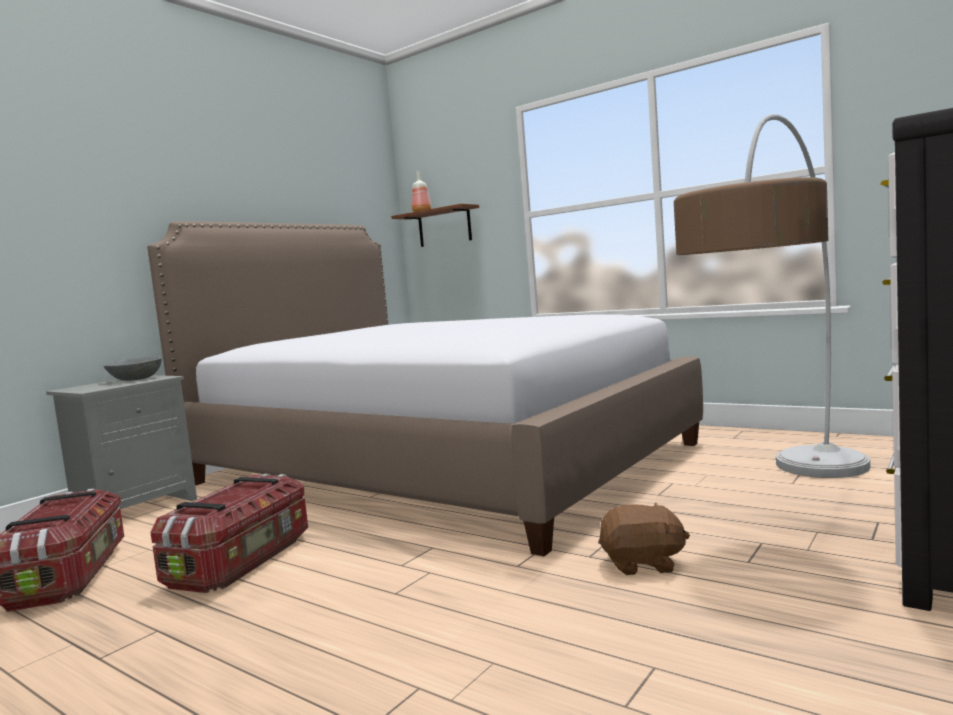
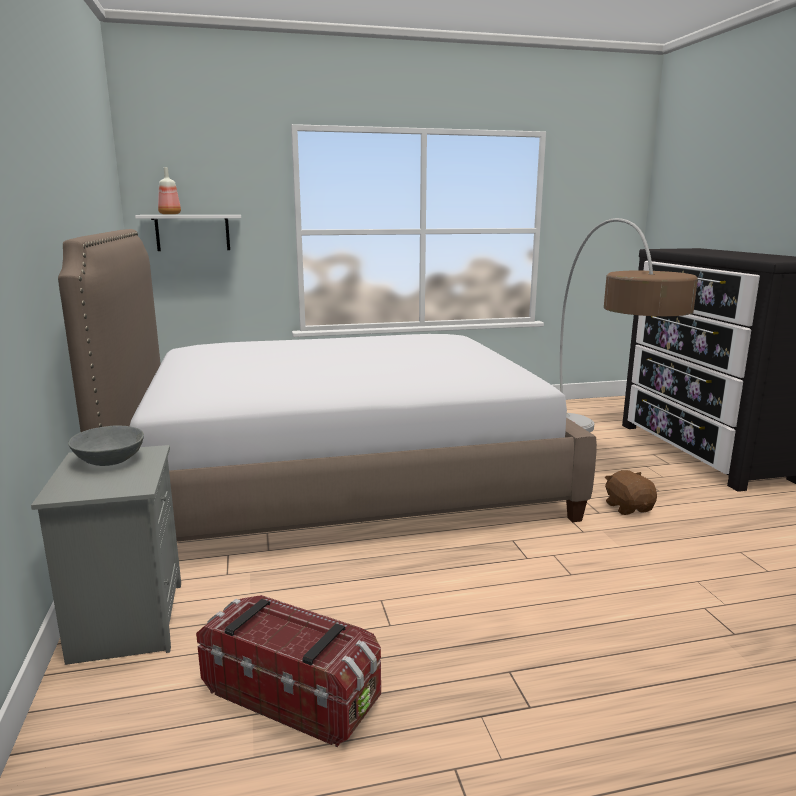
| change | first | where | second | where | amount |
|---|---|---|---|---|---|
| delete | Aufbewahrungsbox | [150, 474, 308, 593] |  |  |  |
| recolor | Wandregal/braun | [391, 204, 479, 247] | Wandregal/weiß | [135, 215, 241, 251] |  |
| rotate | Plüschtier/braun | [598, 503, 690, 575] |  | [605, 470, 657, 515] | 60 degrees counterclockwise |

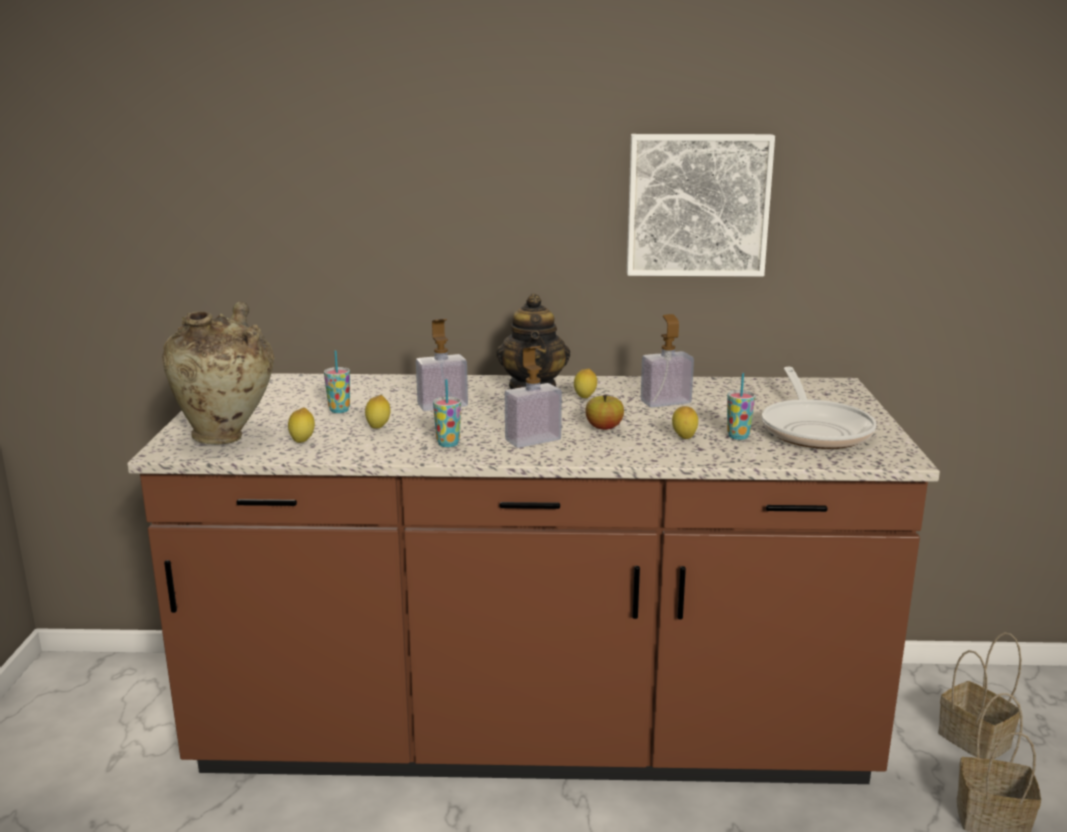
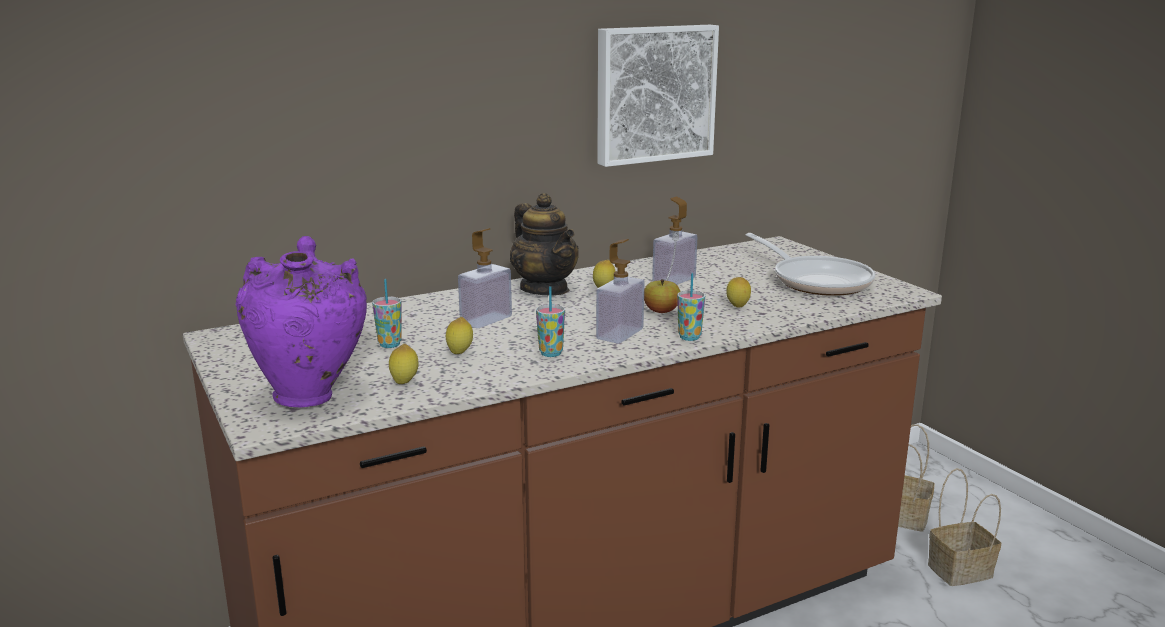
| change | first | where | second | where | amount |
|---|---|---|---|---|---|
| move | Tasse | [727, 373, 755, 440] |  | [677, 273, 705, 341] |  |
| recolor | Vase/beige | [162, 301, 274, 444] | Vase/lila | [236, 236, 367, 407] |  |

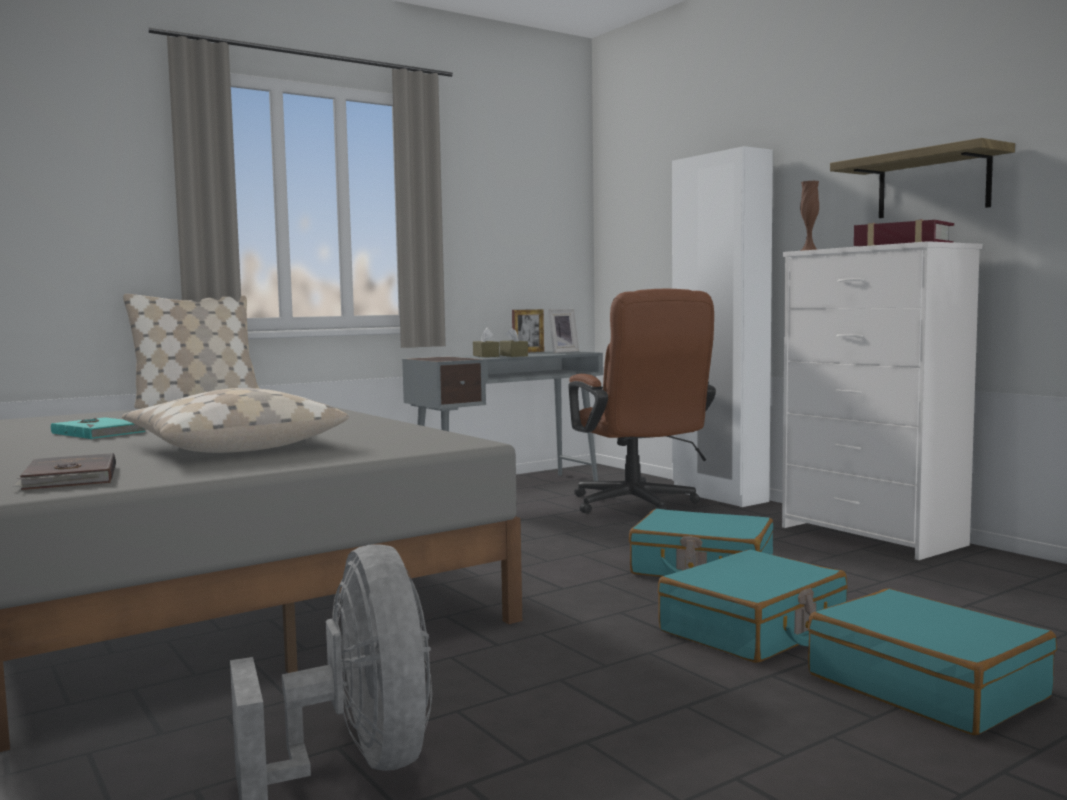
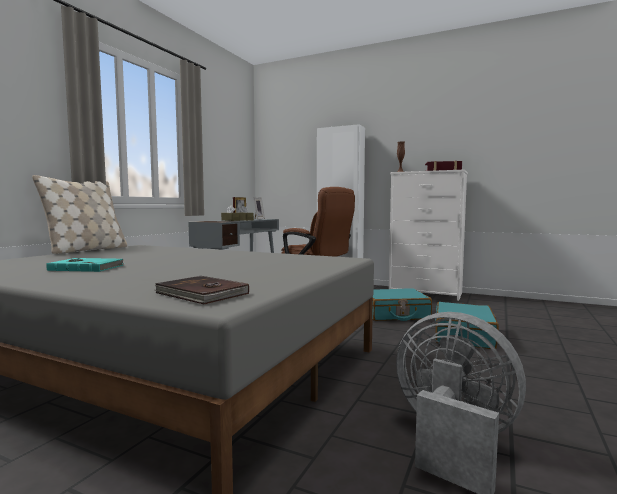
| change | first | where | second | where | amount |
|---|---|---|---|---|---|
| delete | Kissen/beige | [122, 388, 349, 453] |  |  |  |
| delete | Koffer/türkis | [808, 588, 1057, 735] |  |  |  |
| delete | Wandregal | [830, 138, 1015, 218] |  |  |  |

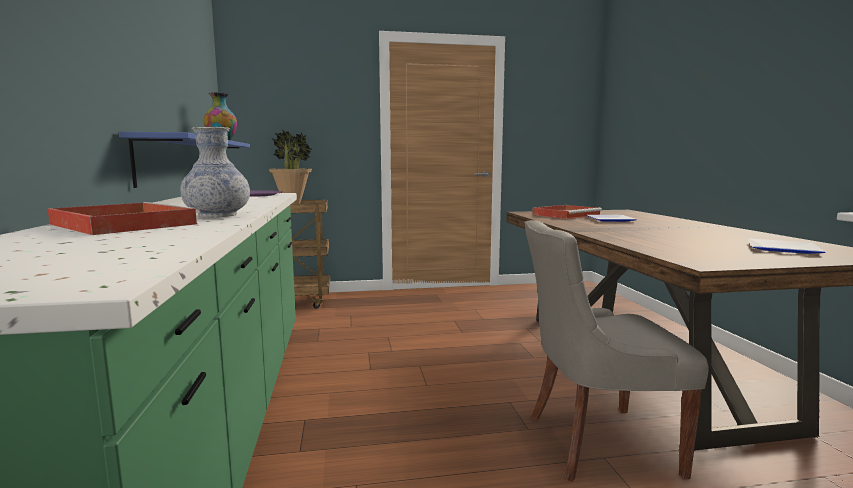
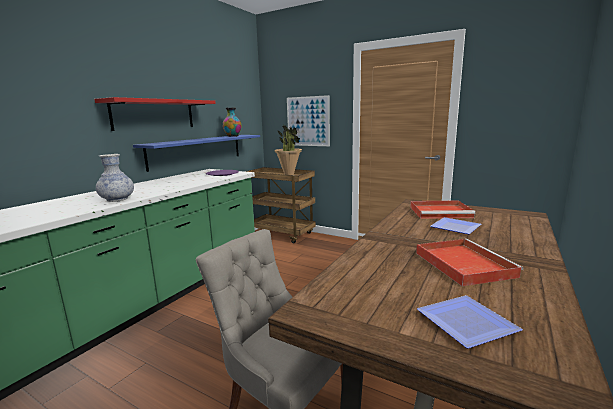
| change | first | where | second | where | amount |
|---|---|---|---|---|---|
| insert |  |  | Wandregal/rot | [94, 97, 216, 131] |  |
| insert |  |  | Bild | [287, 95, 330, 146] |  |
| move | Tablett/rot | [48, 202, 200, 235] |  | [416, 239, 524, 286] |  |

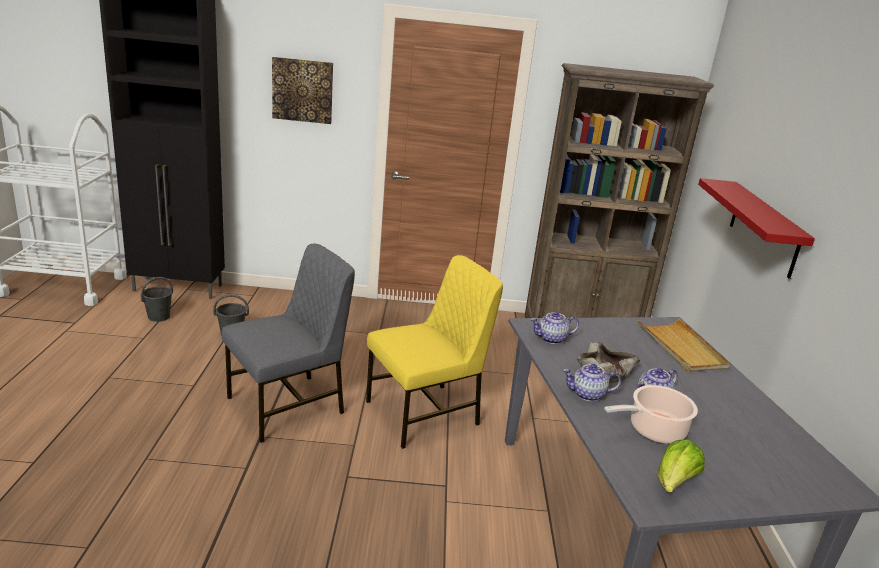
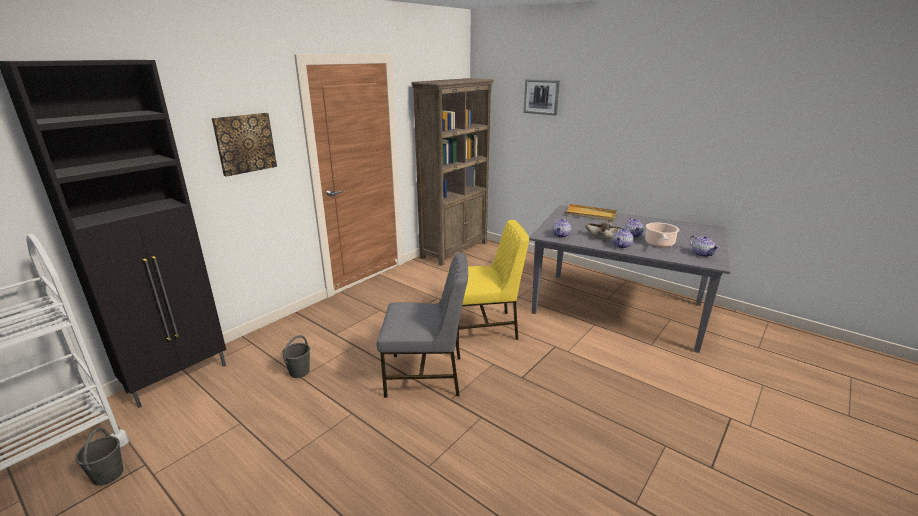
| change | first | where | second | where | amount |
|---|---|---|---|---|---|
| delete | Wandregal/rot | [698, 178, 815, 279] |  |  |  |
| insert |  |  | Bild | [524, 79, 560, 115] |  |
| move | Eimer/grau | [141, 277, 173, 322] |  | [75, 428, 123, 486] |  |
| replace | Salatkopf | [658, 440, 705, 493] | Teekanne | [690, 235, 720, 257] |  |
| rotate | Stuhl/grau | [221, 244, 355, 443] |  | [377, 252, 468, 398] | 90 degrees clockwise |
| rotate | Stuhl/gelb | [366, 255, 503, 449] |  | [448, 220, 529, 343] | 75 degrees clockwise |

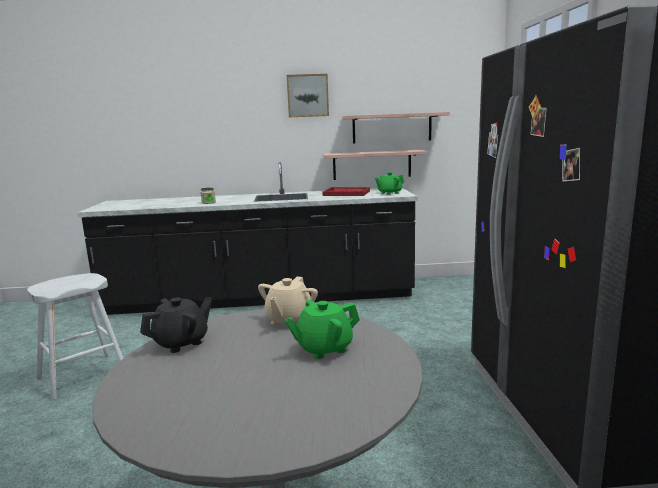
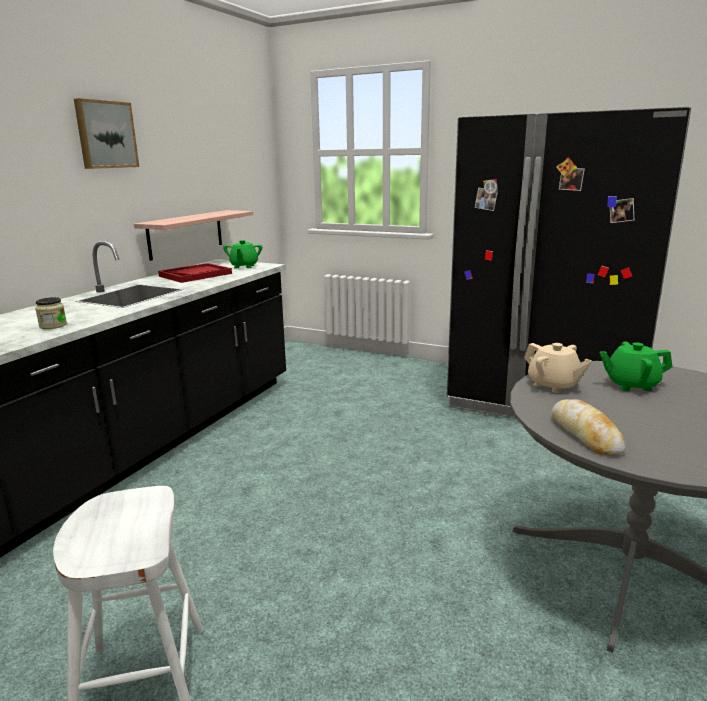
| change | first | where | second | where | amount |
|---|---|---|---|---|---|
| delete | Wandregal | [342, 112, 450, 143] |  |  |  |
| replace | Teekanne/schwarz | [140, 297, 212, 353] | Brot | [552, 399, 626, 456] |  |
| rotate | Teekanne/grün | [285, 300, 360, 359] |  | [599, 341, 672, 391] | 90 degrees clockwise |

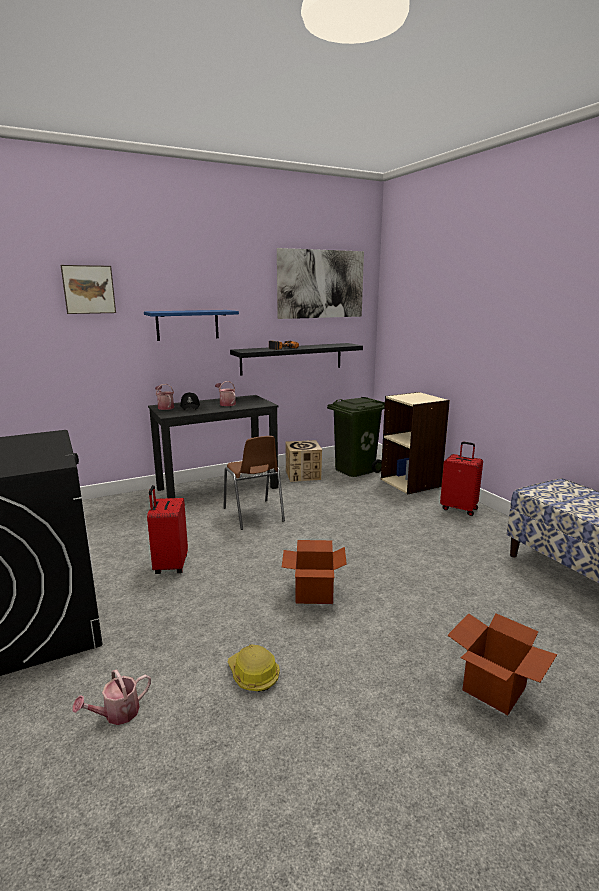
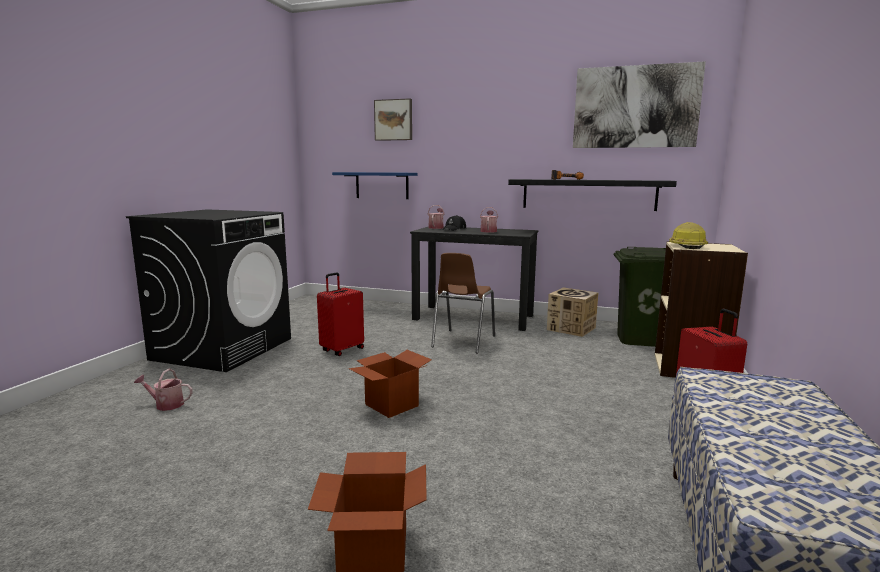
| change | first | where | second | where | amount |
|---|---|---|---|---|---|
| move | Wandregal/blau | [144, 310, 239, 341] |  | [332, 172, 417, 199] |  |
| move | Schutzhelm | [228, 644, 280, 692] |  | [669, 222, 708, 249] |  |

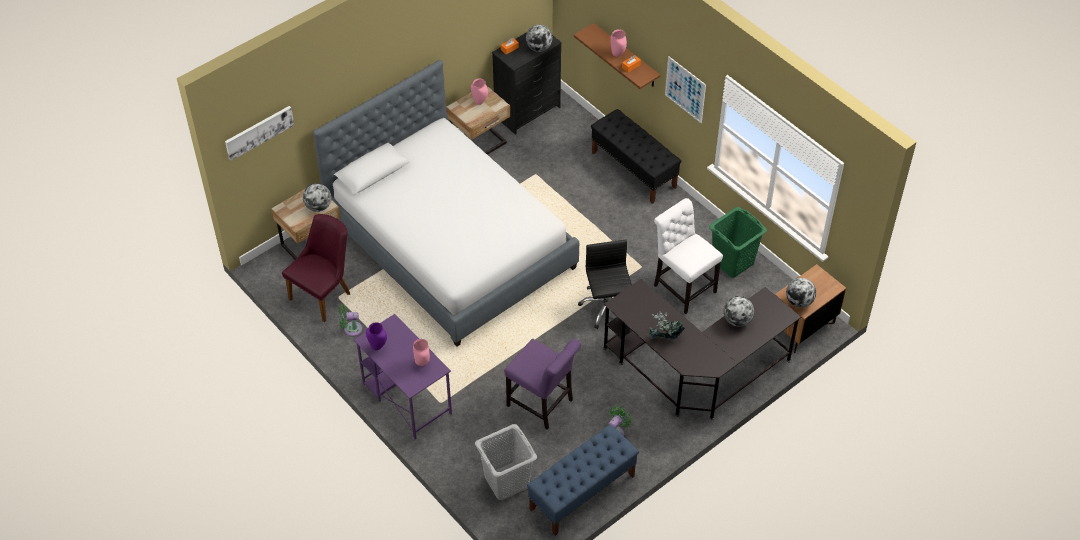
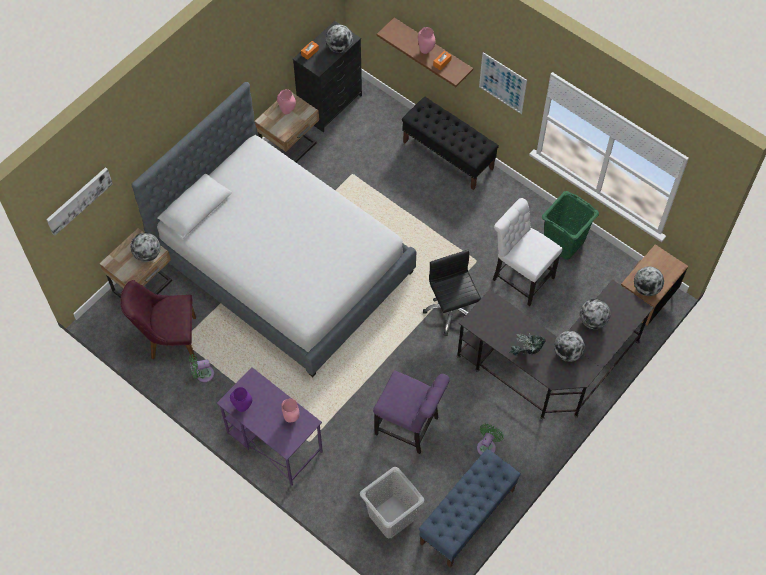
| change | first | where | second | where | amount |
|---|---|---|---|---|---|
| insert |  |  | Globus | [554, 331, 585, 362] |  |
| rotate | Stuhl/lila | [282, 214, 350, 322] |  | [120, 280, 196, 360] | 120 degrees counterclockwise |

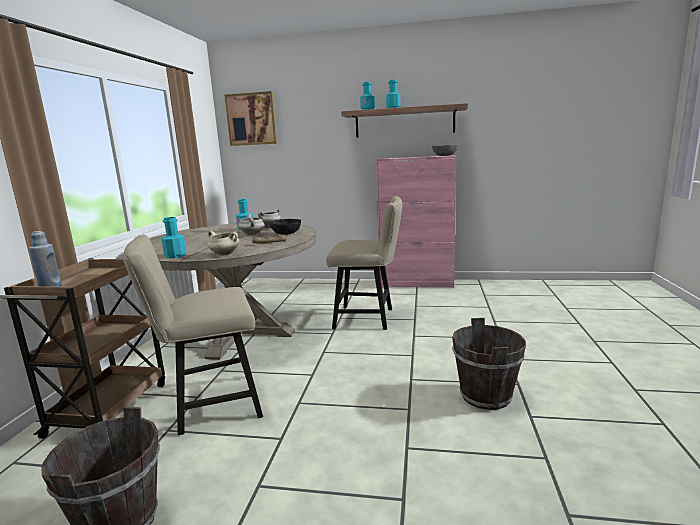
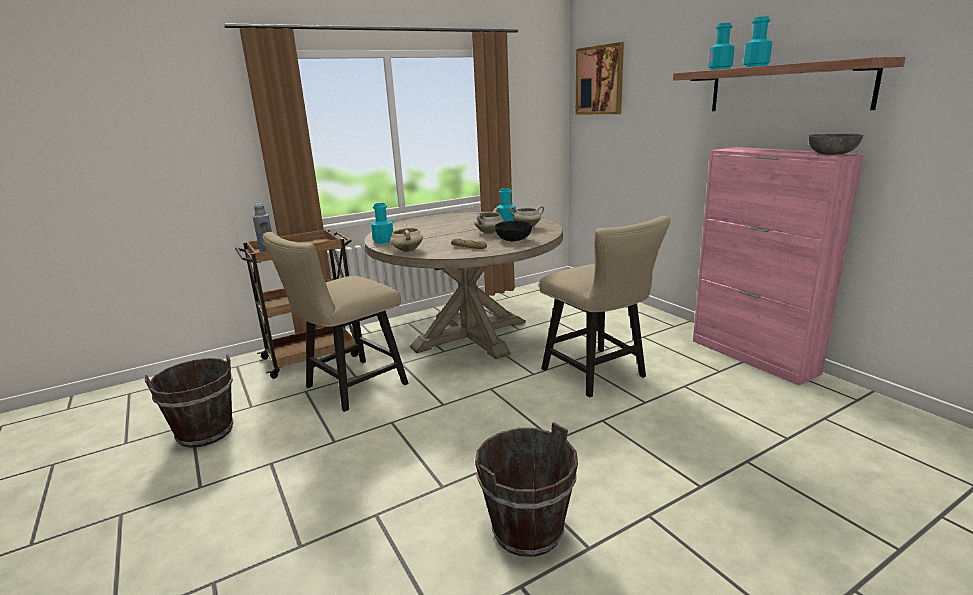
| change | first | where | second | where | amount |
|---|---|---|---|---|---|
| rotate | Stuhl/beige | [123, 235, 263, 435] |  | [262, 232, 409, 412] | 75 degrees counterclockwise |

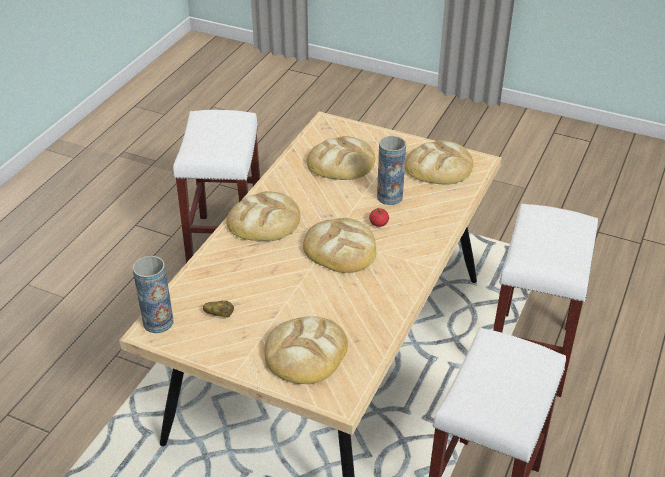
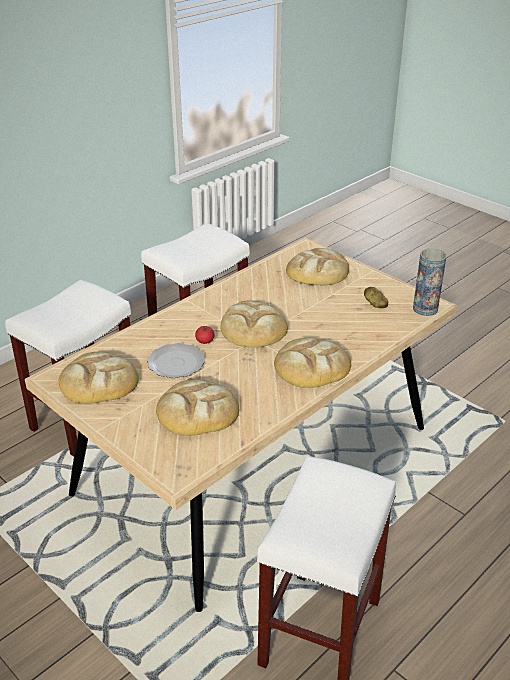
| change | first | where | second | where | amount |
|---|---|---|---|---|---|
| replace | Vase | [377, 136, 406, 205] | Teller | [147, 343, 205, 378] |  |

